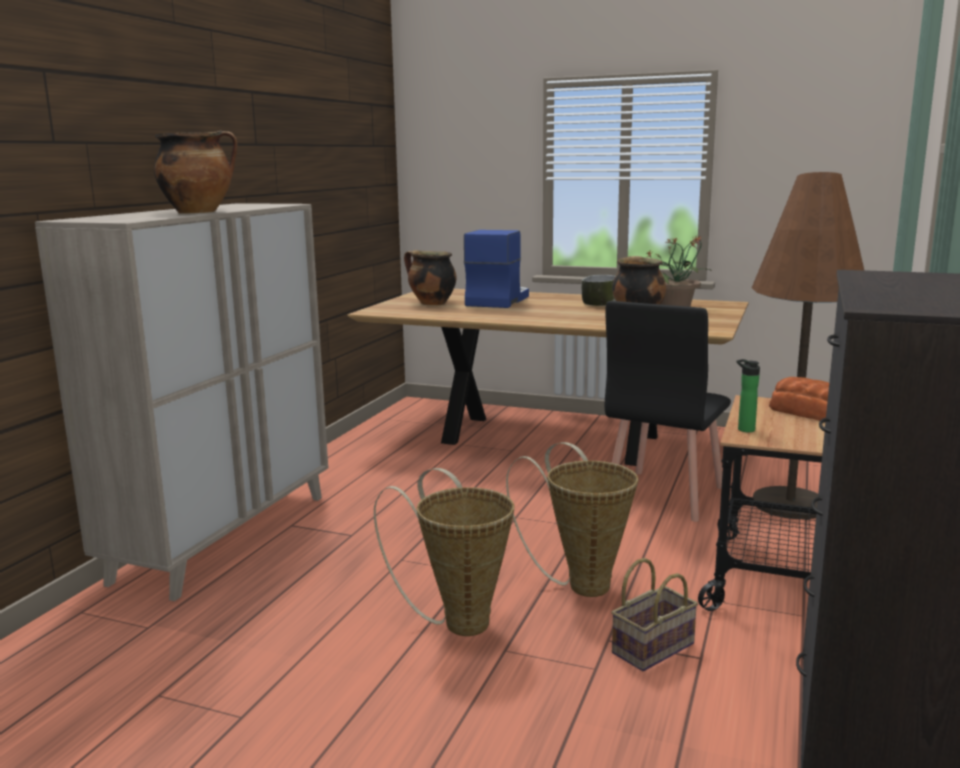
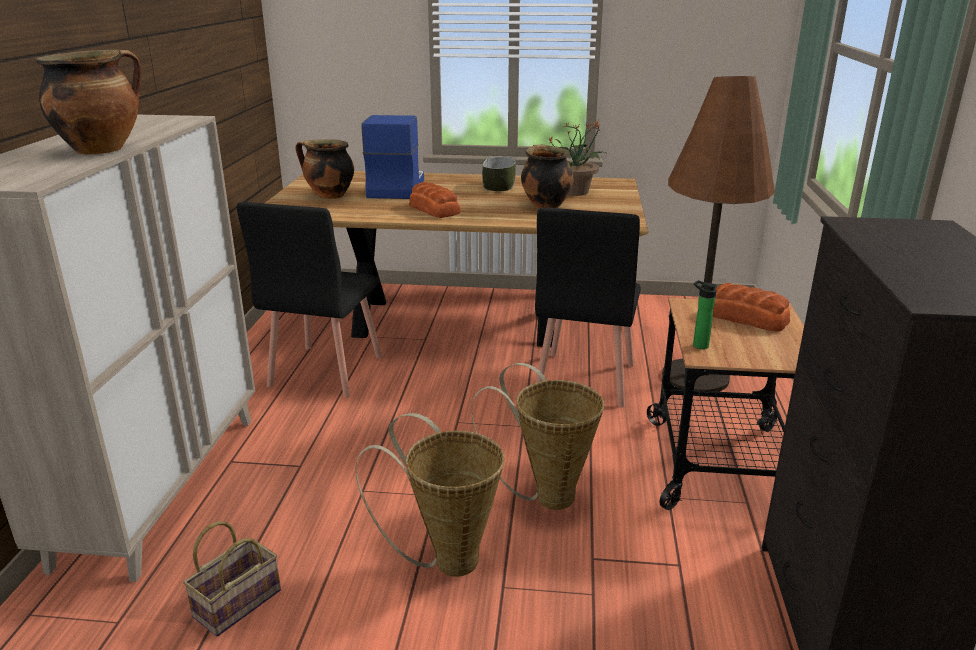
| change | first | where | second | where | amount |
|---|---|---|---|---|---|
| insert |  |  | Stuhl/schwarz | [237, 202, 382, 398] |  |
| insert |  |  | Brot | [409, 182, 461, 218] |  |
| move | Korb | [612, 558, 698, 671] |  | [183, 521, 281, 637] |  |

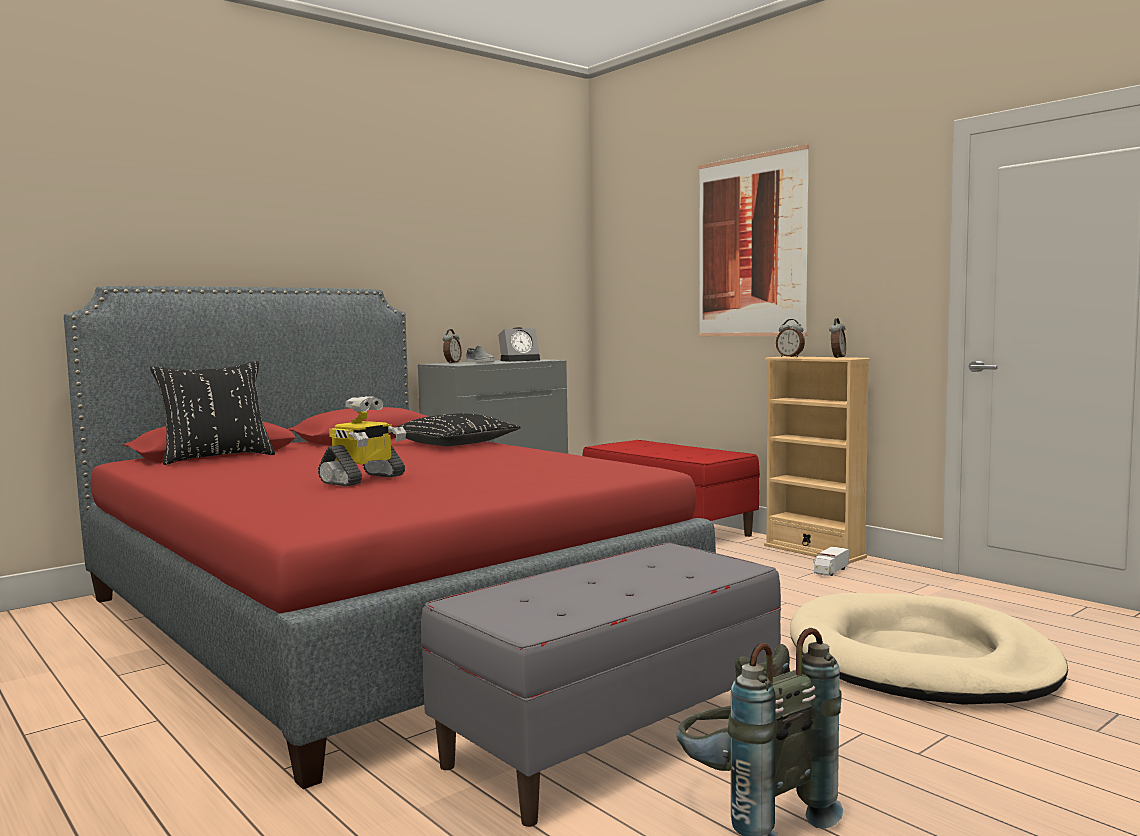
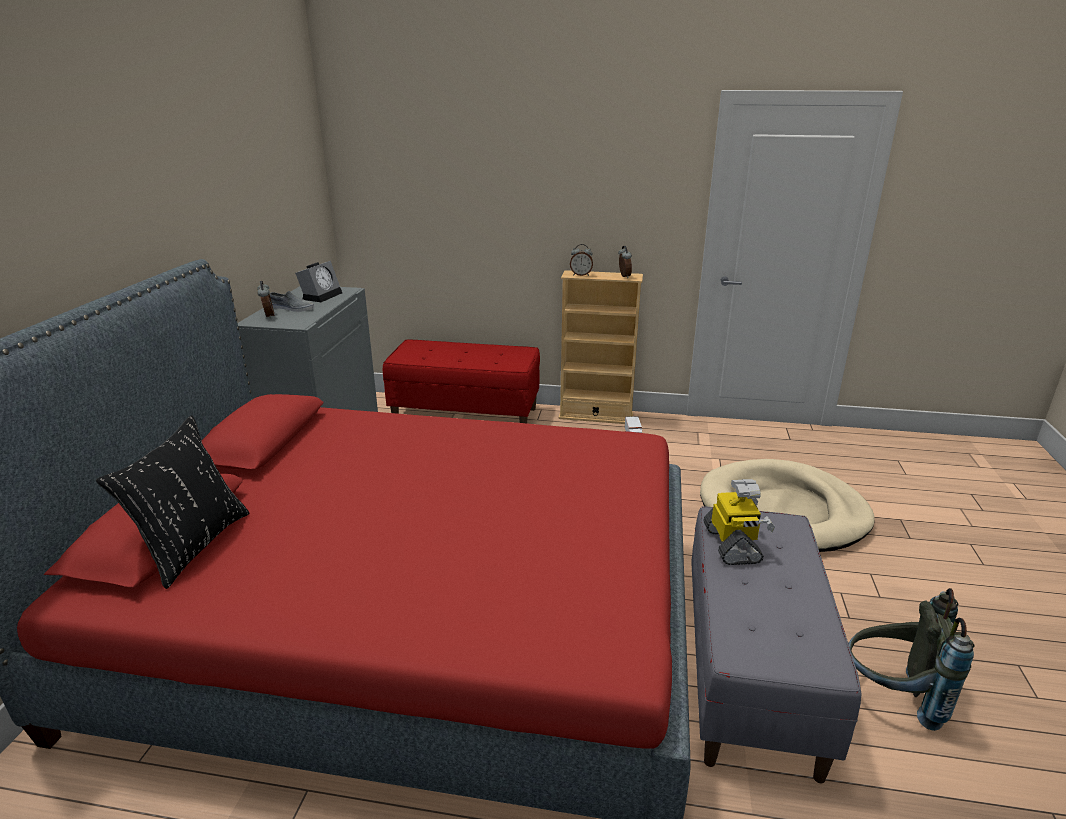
| change | first | where | second | where | amount |
|---|---|---|---|---|---|
| delete | Kissen/schwarz | [391, 413, 521, 446] |  |  |  |
| delete | Bild | [698, 144, 809, 336] |  |  |  |
| move | Spielzeugroboter | [318, 396, 406, 486] |  | [703, 479, 775, 565] |  |

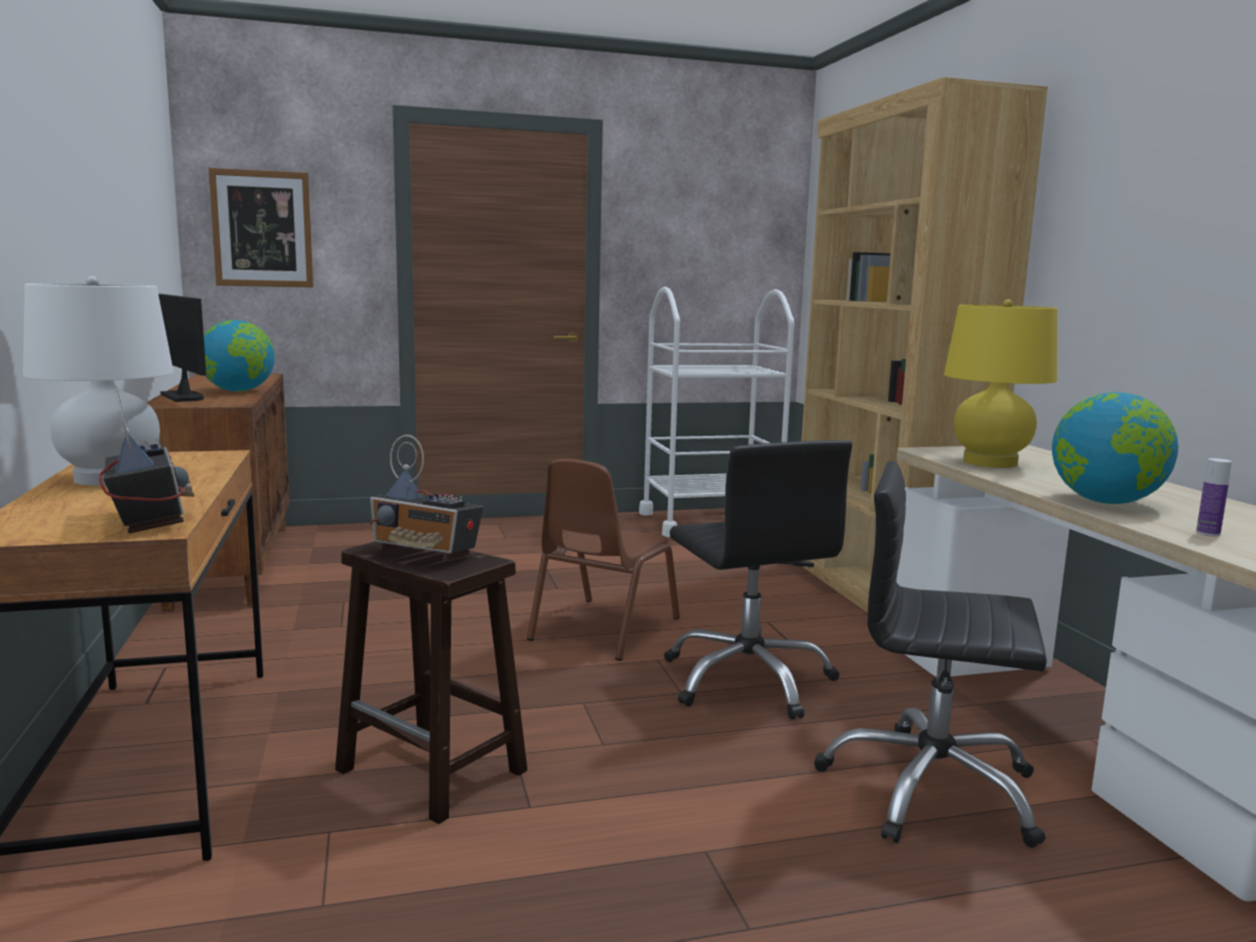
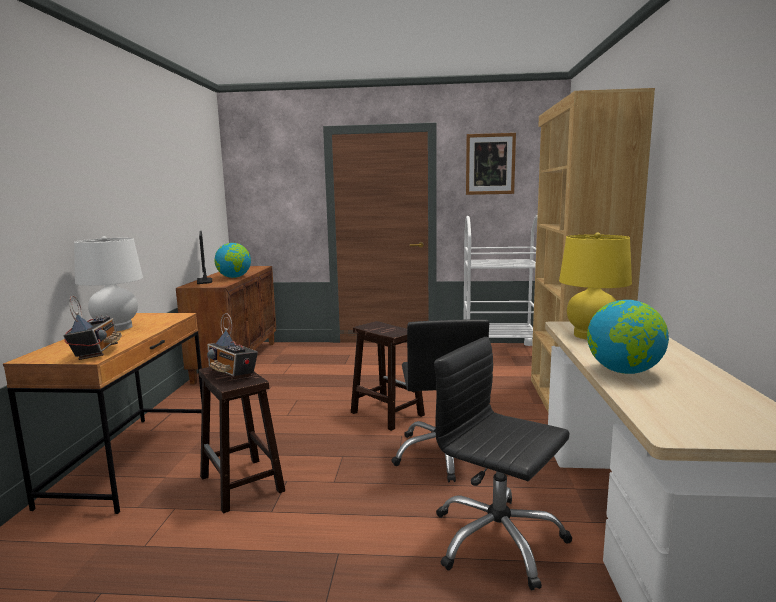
| change | first | where | second | where | amount |
|---|---|---|---|---|---|
| delete | Flasche | [1196, 458, 1232, 537] |  |  |  |
| move | Bild | [209, 168, 313, 288] |  | [466, 133, 516, 195] |  |
| replace | Stuhl/braun | [527, 459, 680, 661] | Hocker/braun | [351, 321, 425, 431] |  |

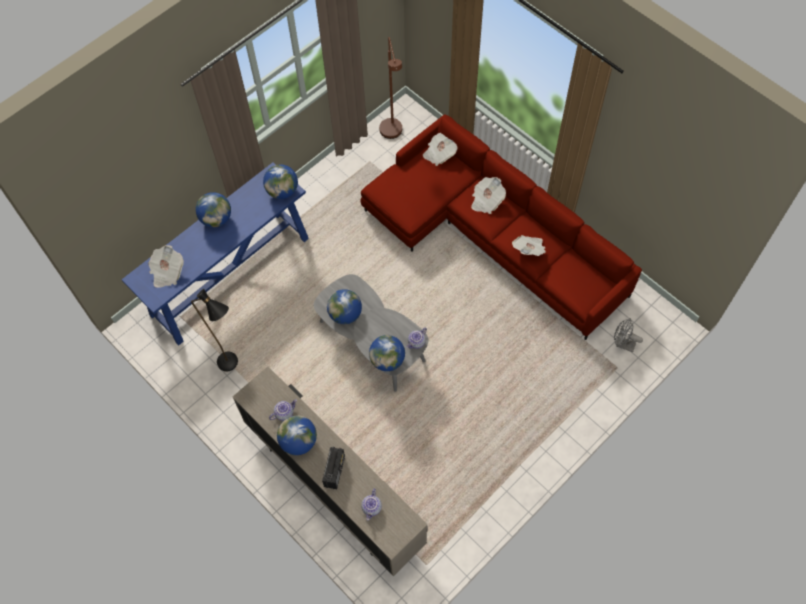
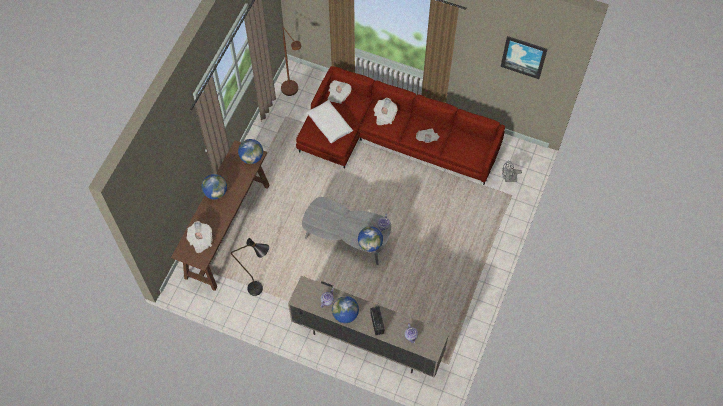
| change | first | where | second | where | amount |
|---|---|---|---|---|---|
| delete | Globus | [327, 289, 362, 324] |  |  |  |
| insert |  |  | Kissen/weiß | [307, 100, 353, 143] |  |
| insert |  |  | Bild | [501, 36, 548, 79] |  |
| recolor | Konsolentisch/blau | [122, 162, 309, 346] | Konsolentisch/braun | [171, 140, 269, 291] |  |

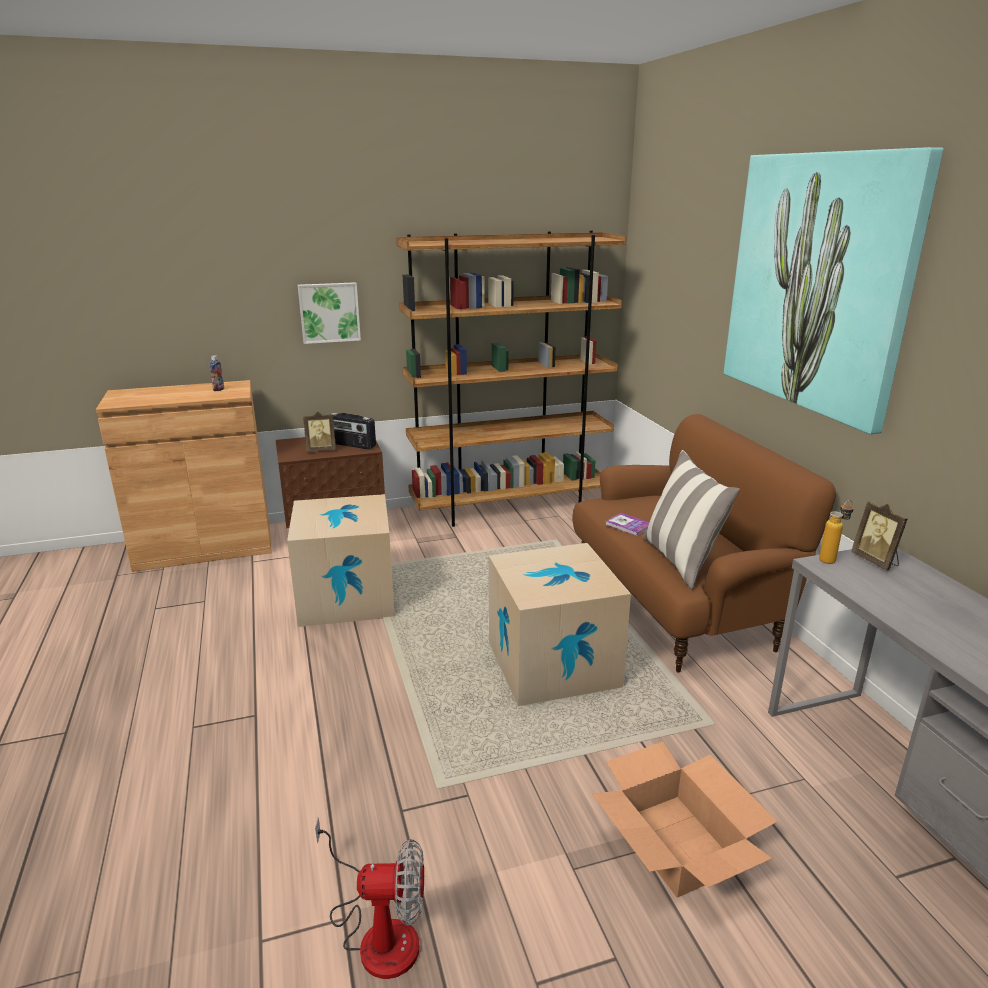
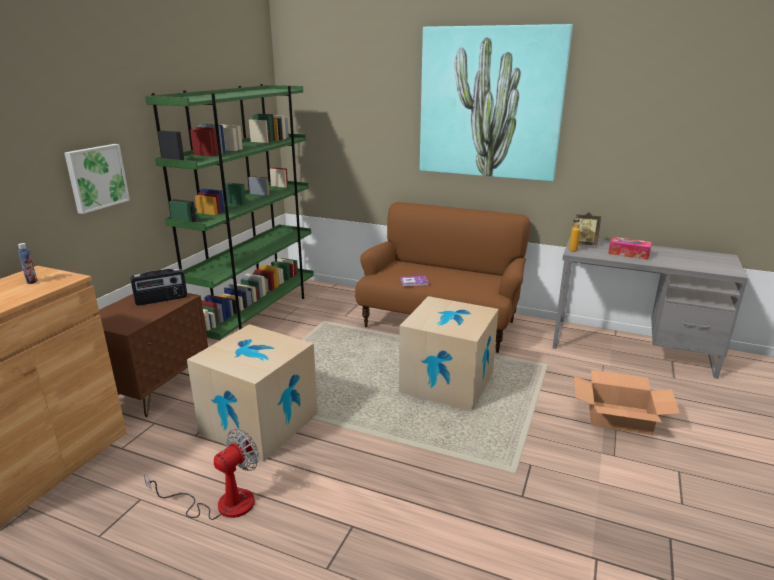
| change | first | where | second | where | amount |
|---|---|---|---|---|---|
| delete | Bilderrahmen | [303, 411, 336, 452] |  |  |  |
| delete | Kissen | [643, 450, 740, 589] |  |  |  |
| insert |  |  | Taschentuchbox | [608, 237, 652, 260] |  |
| move | Ventilator | [315, 817, 424, 979] |  | [144, 429, 259, 520] |  |
| recolor | Bücherregal/braun | [396, 231, 626, 527] | Bücherregal/grün | [145, 84, 314, 340] |  |

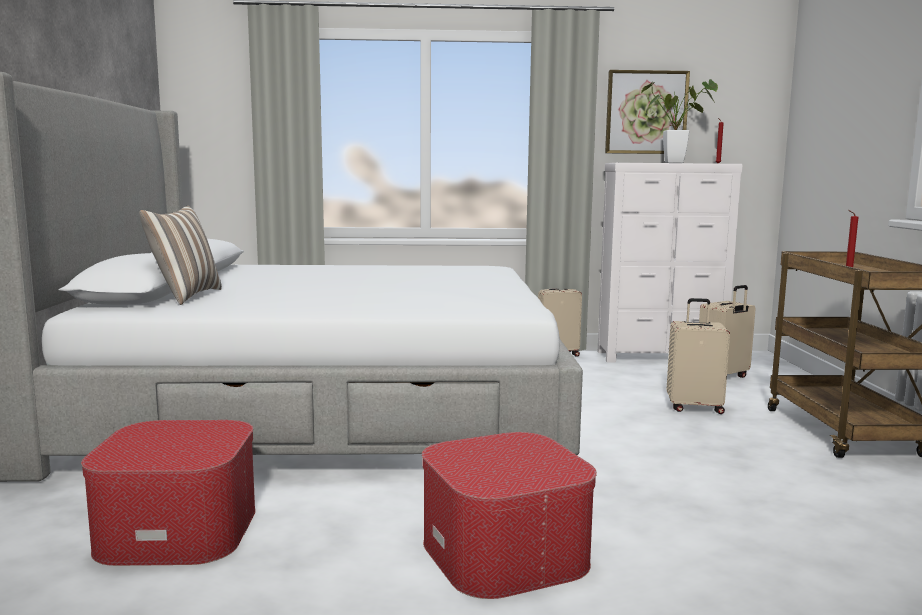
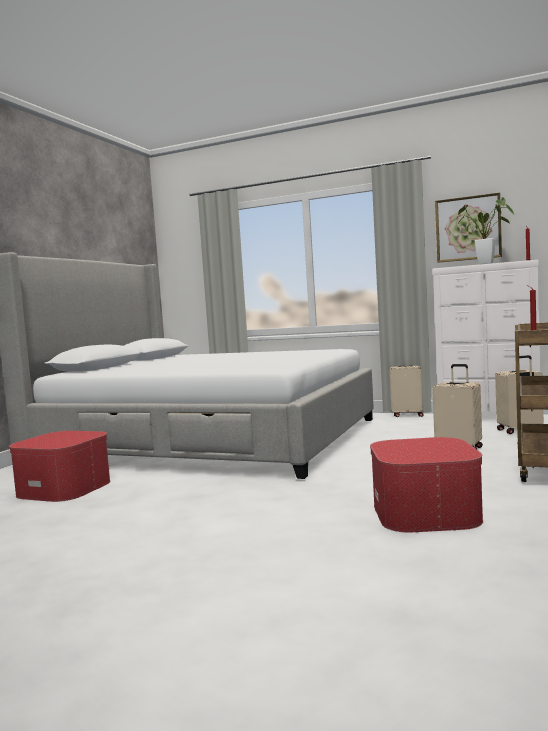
| change | first | where | second | where | amount |
|---|---|---|---|---|---|
| delete | Kissen | [139, 206, 222, 305] |  |  |  |
| move | Polsterhocker | [422, 432, 597, 599] |  | [370, 437, 483, 532] |  |

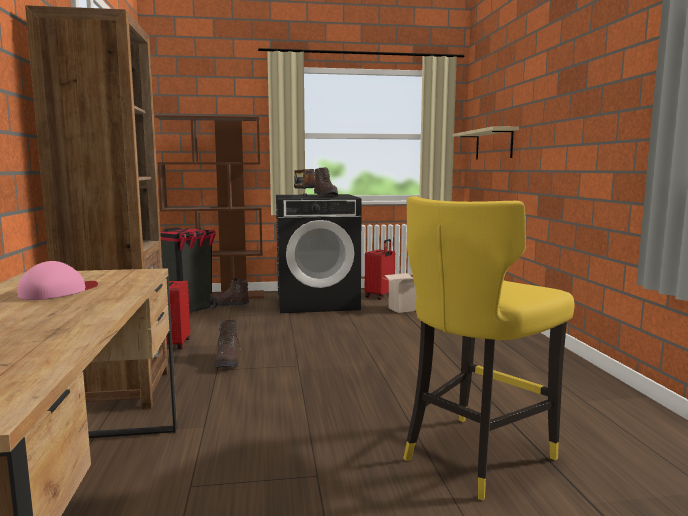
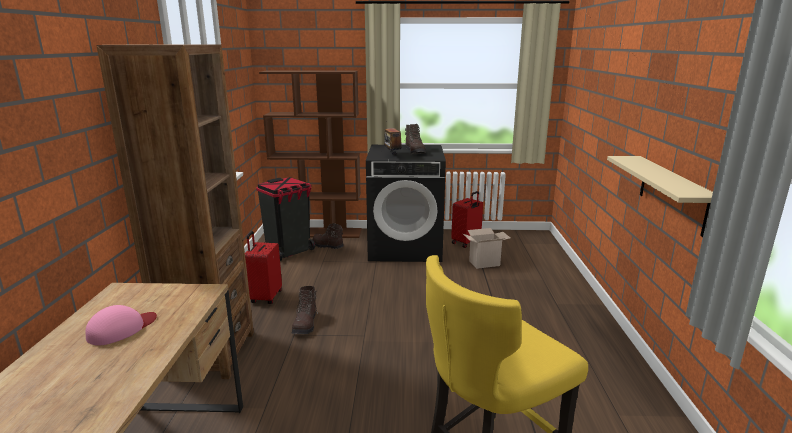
| change | first | where | second | where | amount |
|---|---|---|---|---|---|
| move | Wandregal/beige | [453, 126, 519, 159] |  | [607, 156, 713, 237] |  |

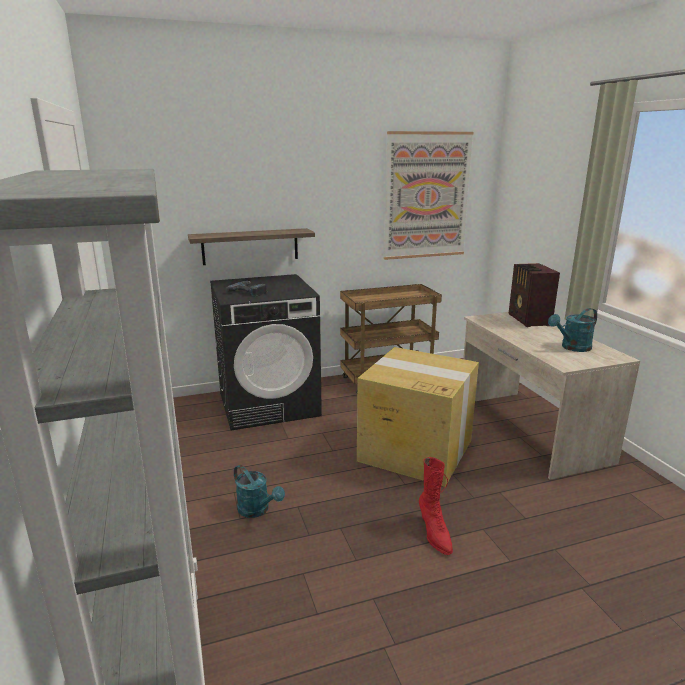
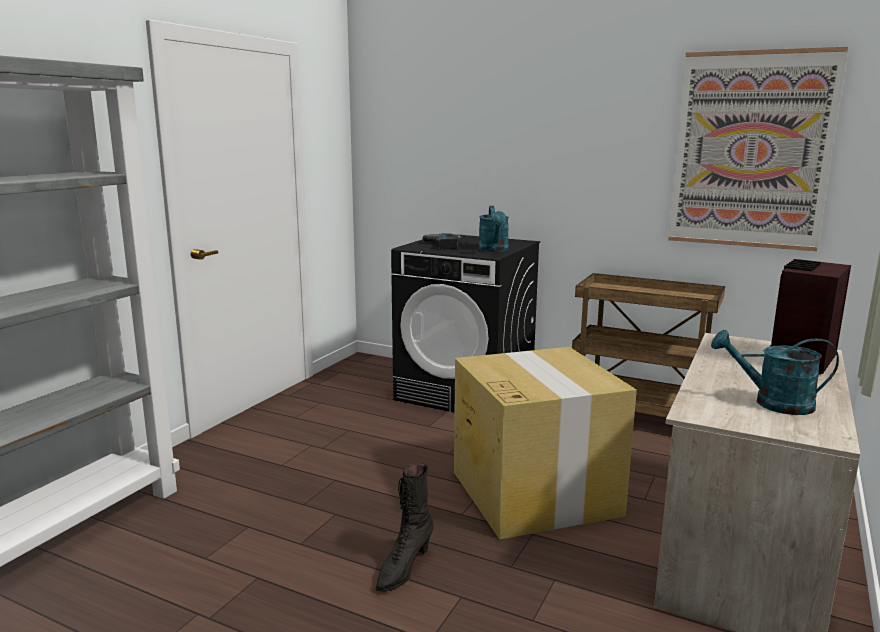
| change | first | where | second | where | amount |
|---|---|---|---|---|---|
| delete | Wandregal | [188, 228, 315, 265] |  |  |  |
| move | Gießkanne/türkis | [234, 465, 285, 518] |  | [479, 206, 509, 252] |  |
| recolor | Stiefel/rot | [419, 457, 453, 555] | Stiefel/schwarz | [375, 463, 434, 592] |  |

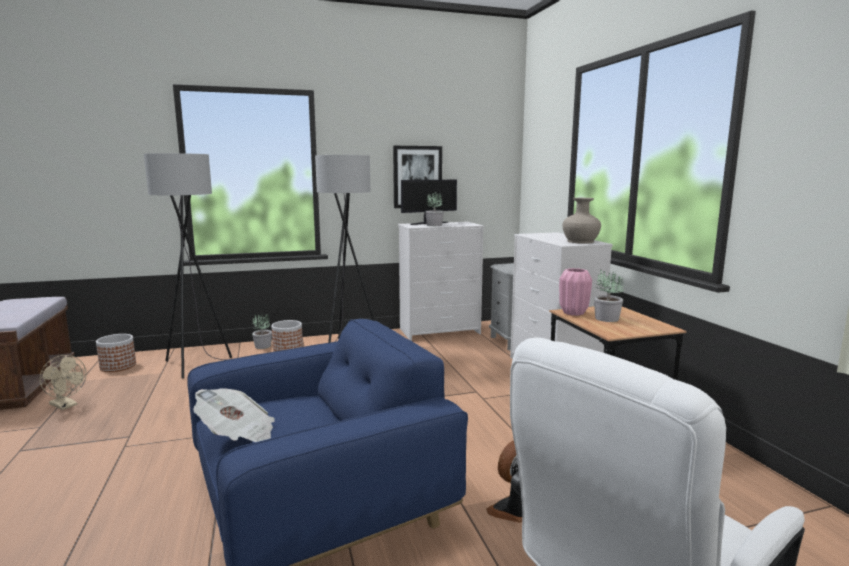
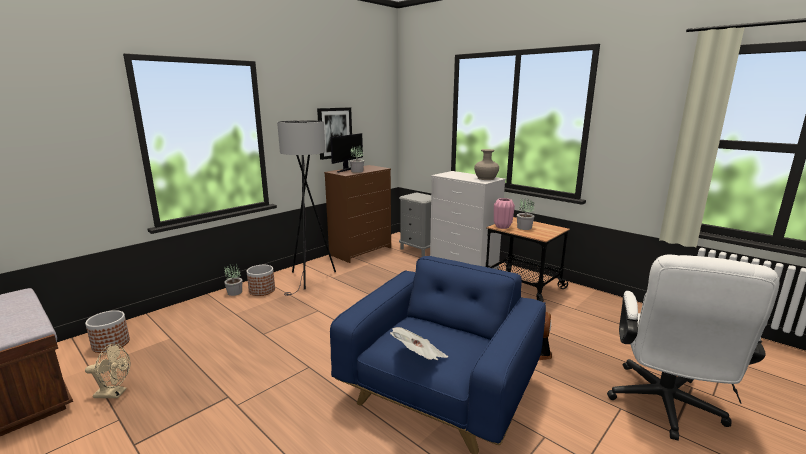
| change | first | where | second | where | amount |
|---|---|---|---|---|---|
| delete | Stehlampe/grau | [144, 153, 232, 379] |  |  |  |
| recolor | Kommode/weiß | [398, 222, 484, 341] | Kommode/braun | [324, 165, 391, 263] |  |

